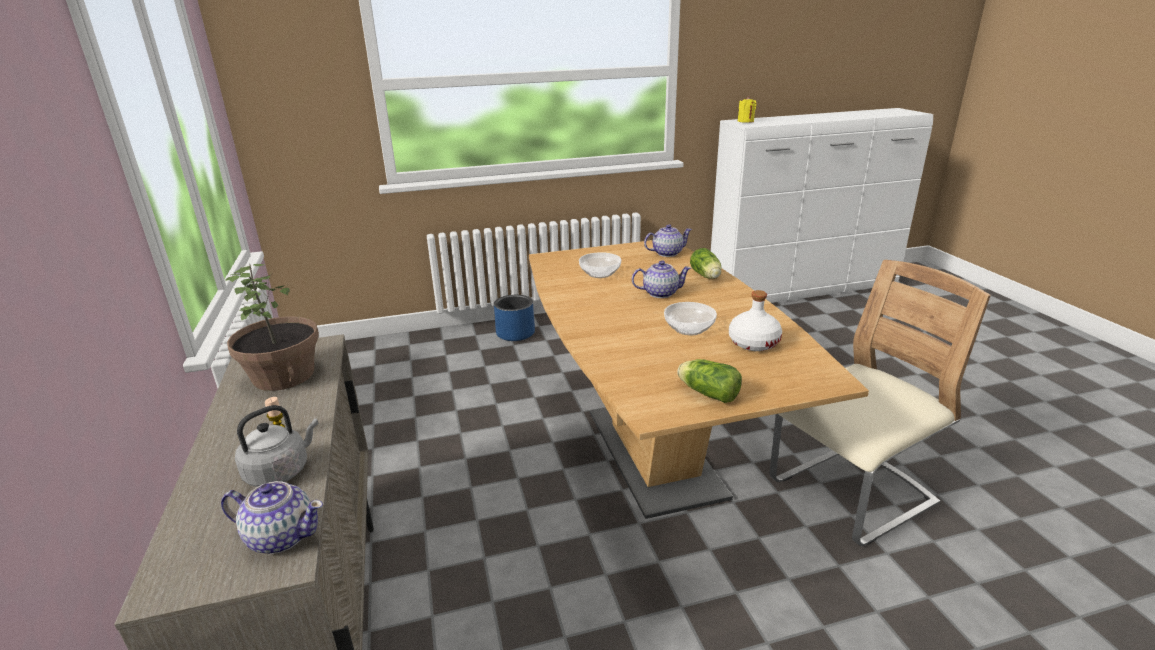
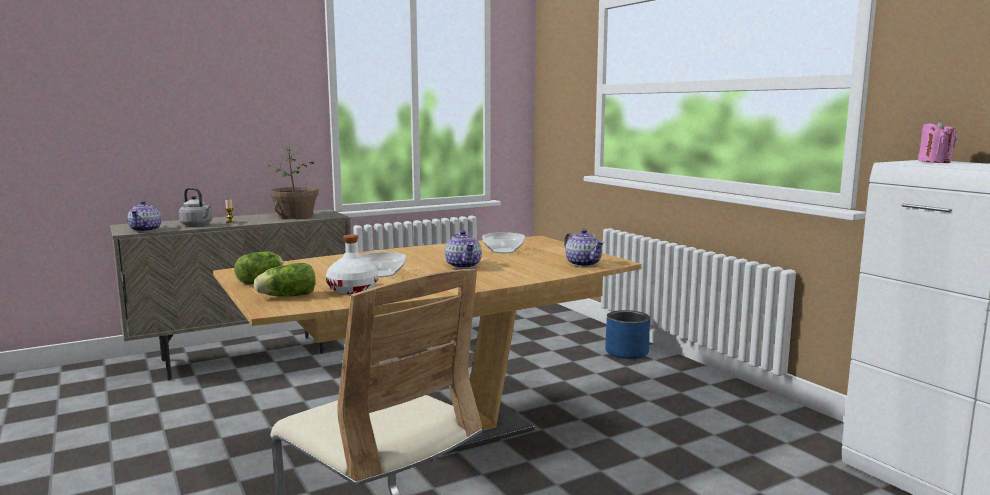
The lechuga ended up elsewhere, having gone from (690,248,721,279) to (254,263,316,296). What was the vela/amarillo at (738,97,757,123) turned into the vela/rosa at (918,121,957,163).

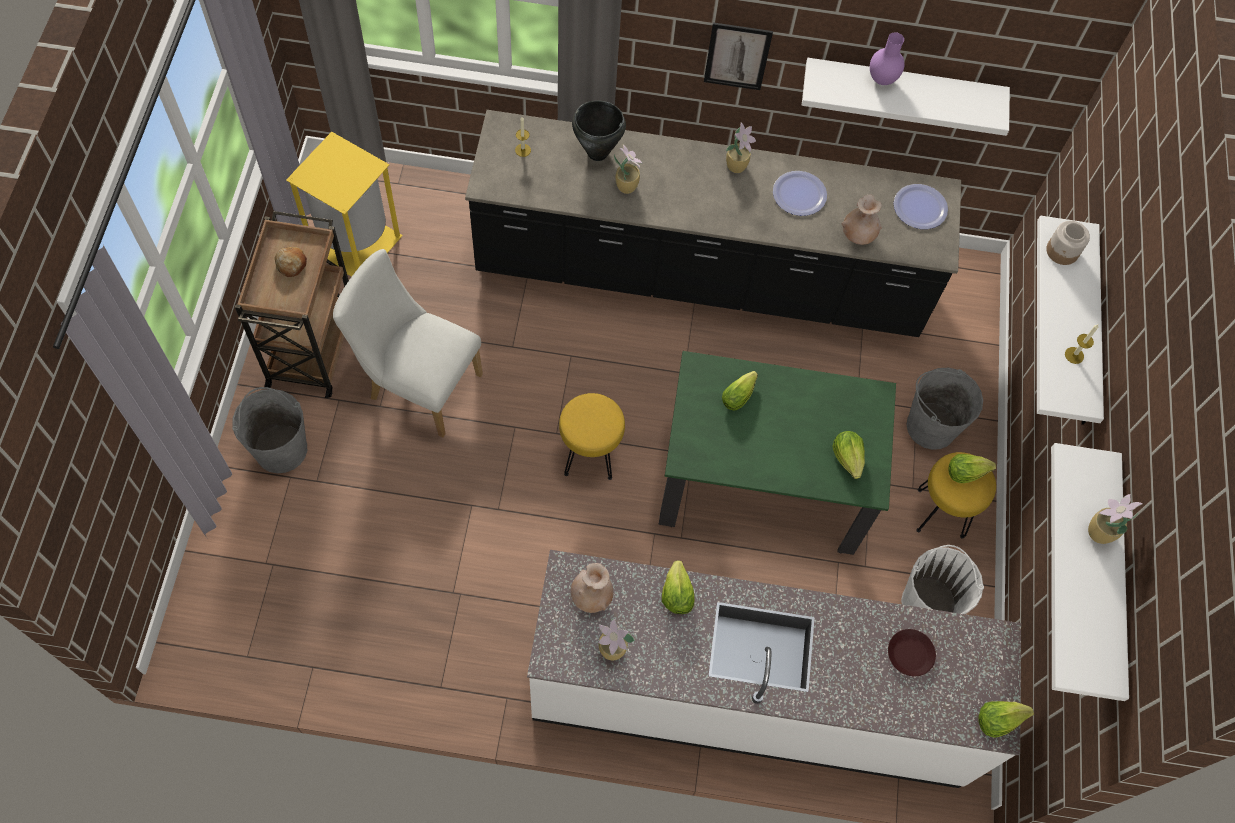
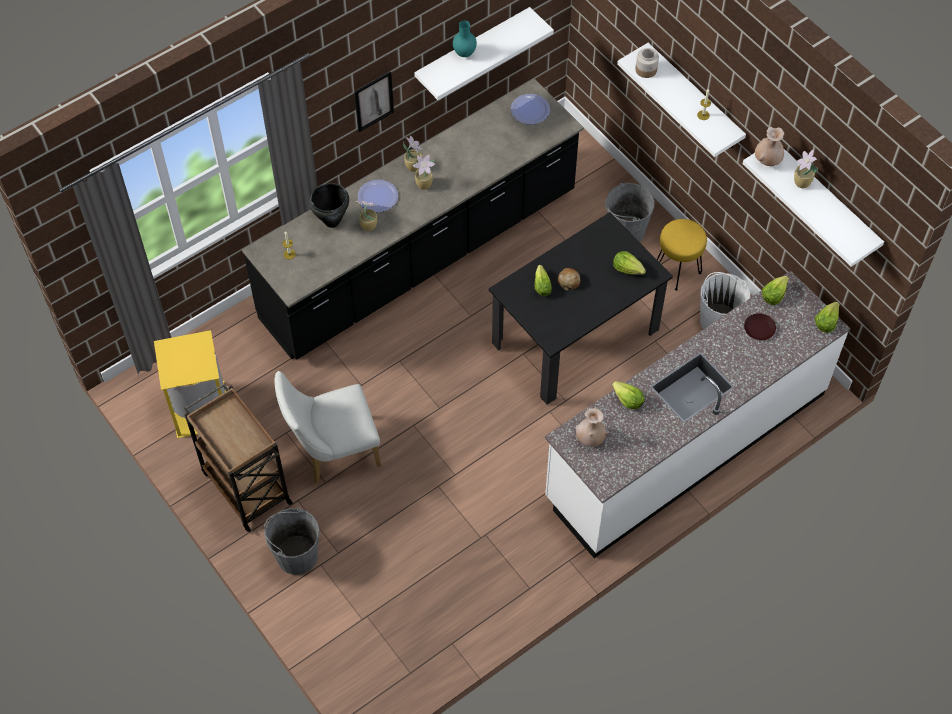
The plato ended up elsewhere, having gone from (773,171,827,216) to (358,180,398,212). The planta en maceta ended up elsewhere, having gone from (598,619,635,660) to (412,155,435,190). What was the florero/morado at (870,32,905,85) turned into the florero/turquesa at (453,21,477,57). What was the mesa de comedor/verde at (659,351,896,555) turned into the mesa de comedor/negro at (489,212,673,405). The pan ended up elsewhere, having gone from (275,247,307,277) to (558,268,580,290). The florero/beis ended up elsewhere, having gone from (841,195,882,245) to (755,127,784,166). The lechuga ended up elsewhere, having gone from (949,454,996,483) to (762,276,789,305). The second view lost the taburete/amarillo at (559,393,625,480).

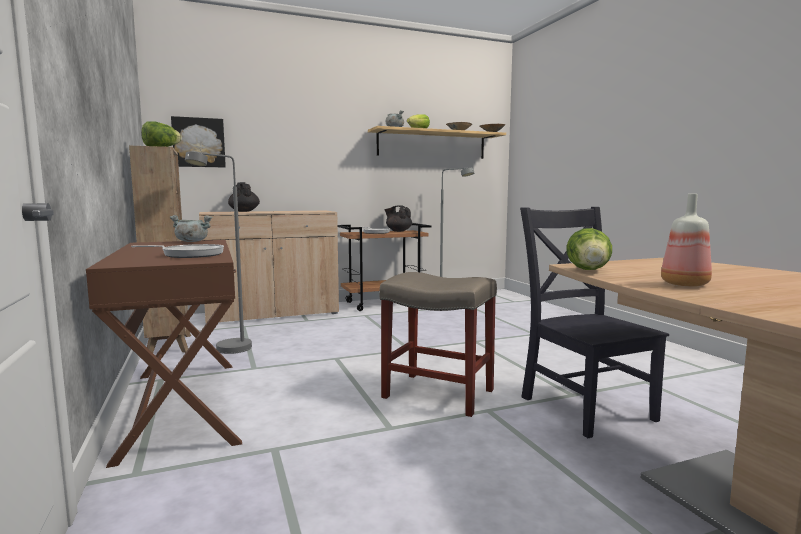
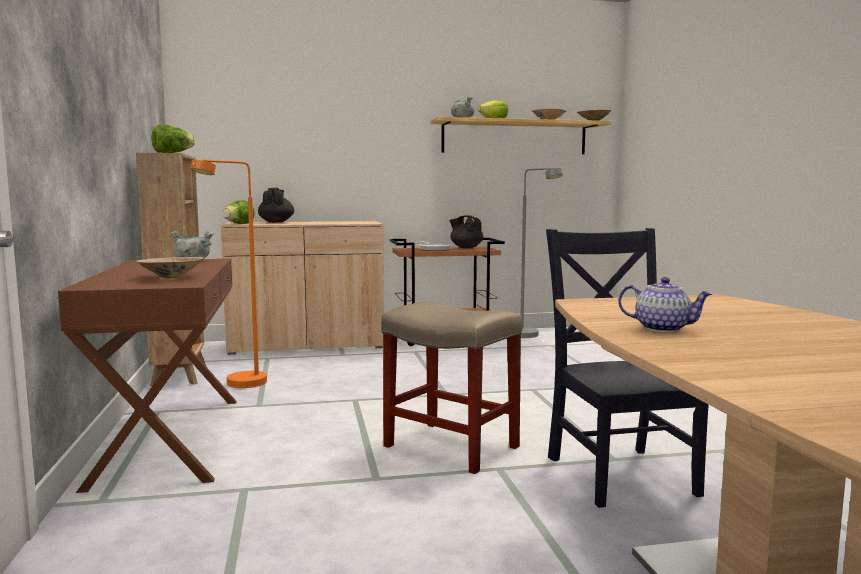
Where the sartén stood at (131,244,224,258), the cuenco/beis came to stand at (136,257,203,278). What was the lámpara de pie/gris at (185,152,252,354) turned into the lámpara de pie/naranja at (191,160,267,388). The lechuga ended up elsewhere, having gone from (566,228,612,270) to (223,200,255,224). Where the botella stood at (661,194,712,287), the tetera came to stand at (618,277,712,332). The second view lost the cuadro at (171,116,226,168).

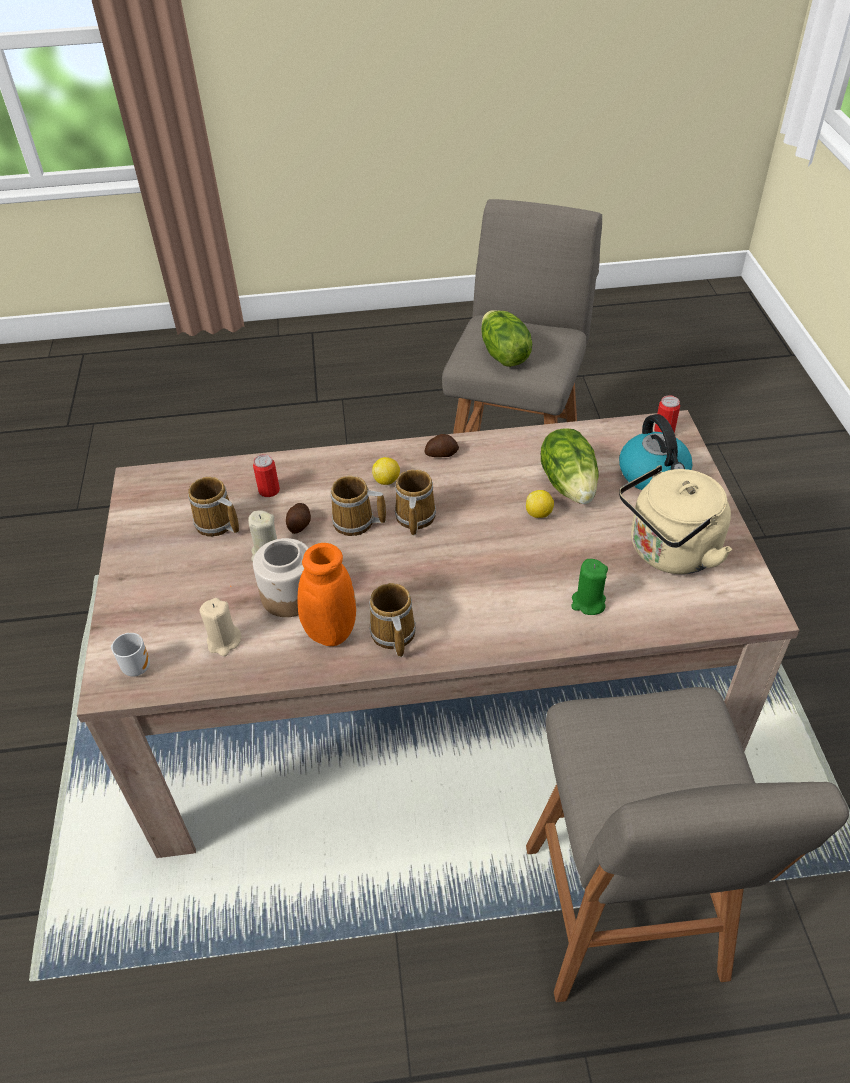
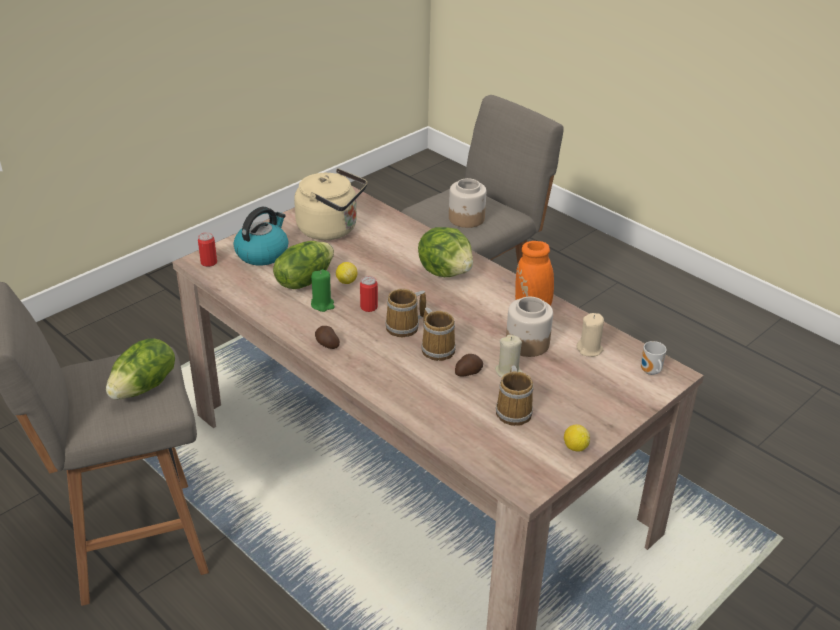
The vela/verde ended up elsewhere, having gone from (571,559,608,615) to (311,269,335,312). The lata ended up elsewhere, having gone from (253,454,280,497) to (360,276,378,312). The second view gained the lechuga at (418,227,473,277). The second view gained the tarro at (449,178,486,228). The limón ended up elsewhere, having gone from (372,457,400,485) to (564,424,590,452). The second view lost the taza grande at (369,583,416,657).

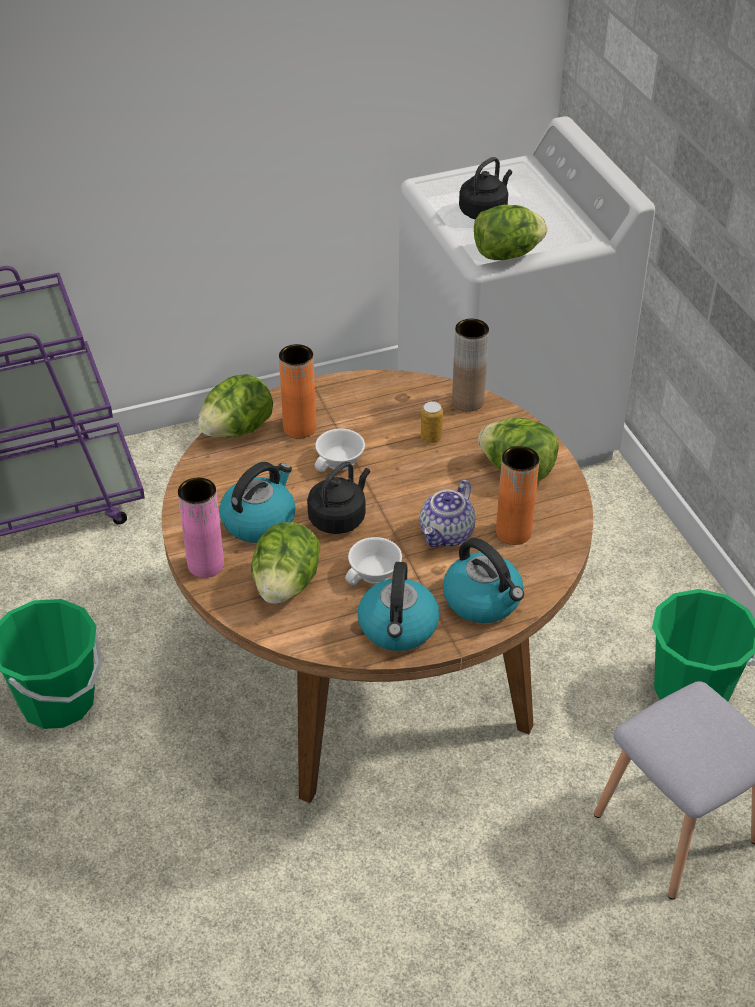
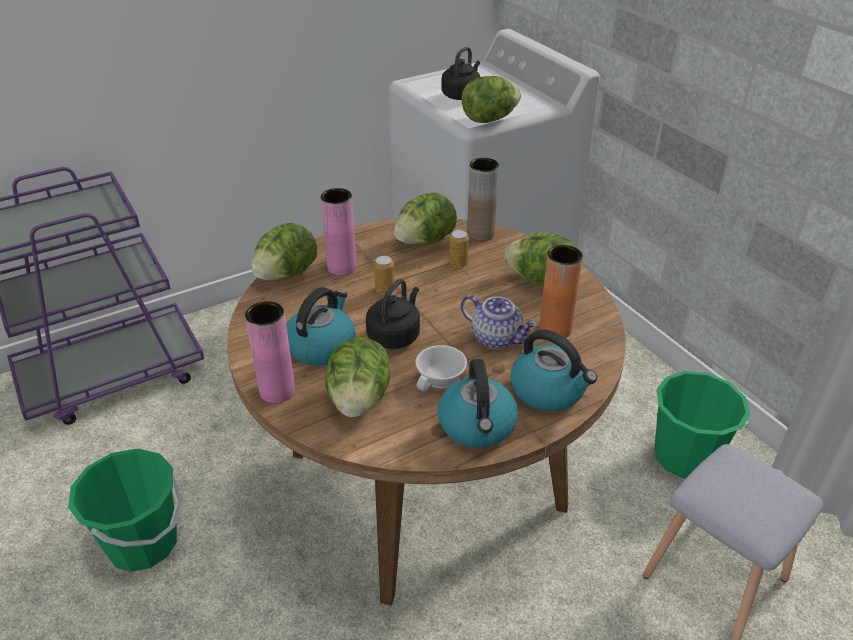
What was the florero/naranja at (279,344,316,439) turned into the florero/rosa at (321,188,357,276). Where the taza/blanco stood at (315,429,365,472), the lata came to stand at (374,255,394,295). The second view gained the lechuga at (394,193,457,246). The tetera at (420,480,476,547) ended up facing another way, 75 degrees counterclockwise from before.

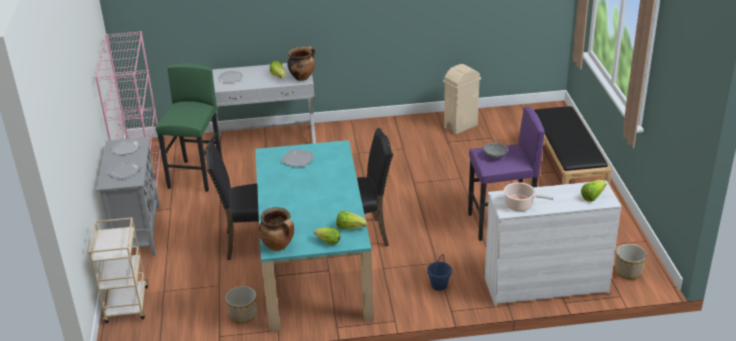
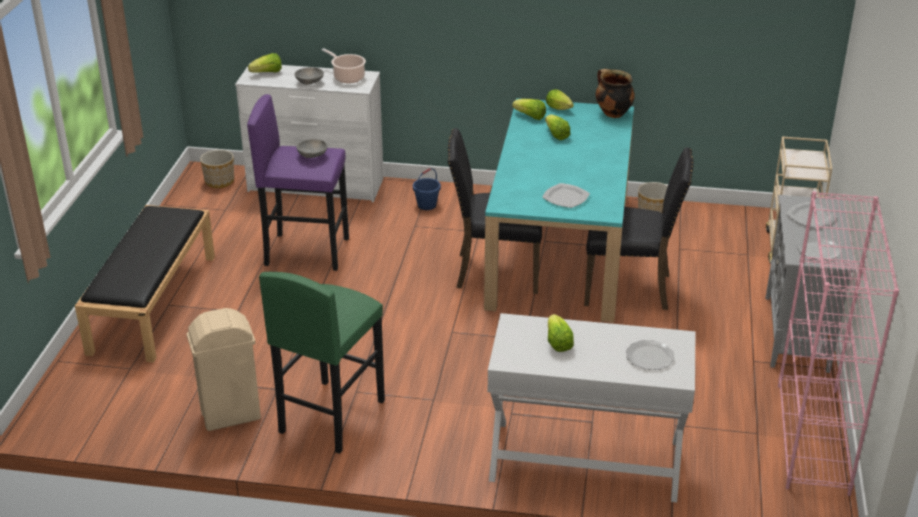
The taburete/verde ended up elsewhere, having gone from (156,63,223,192) to (259,272,385,454). The second view gained the cuenco/gris at (294,67,324,85). The second view gained the lechuga at (545,114,570,140). The second view lost the olla at (287,46,315,81).

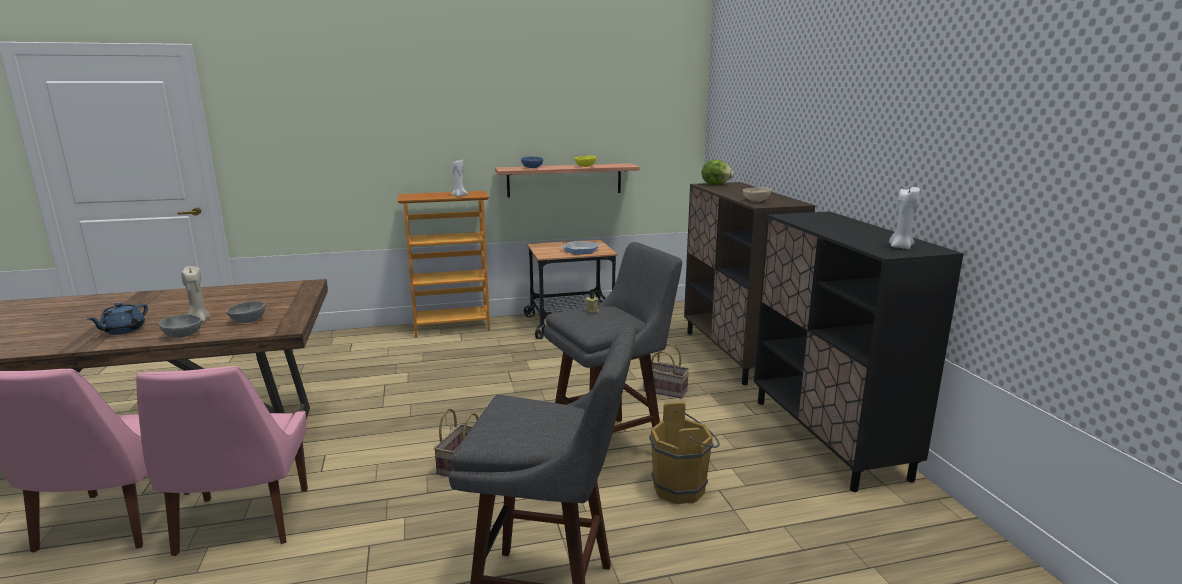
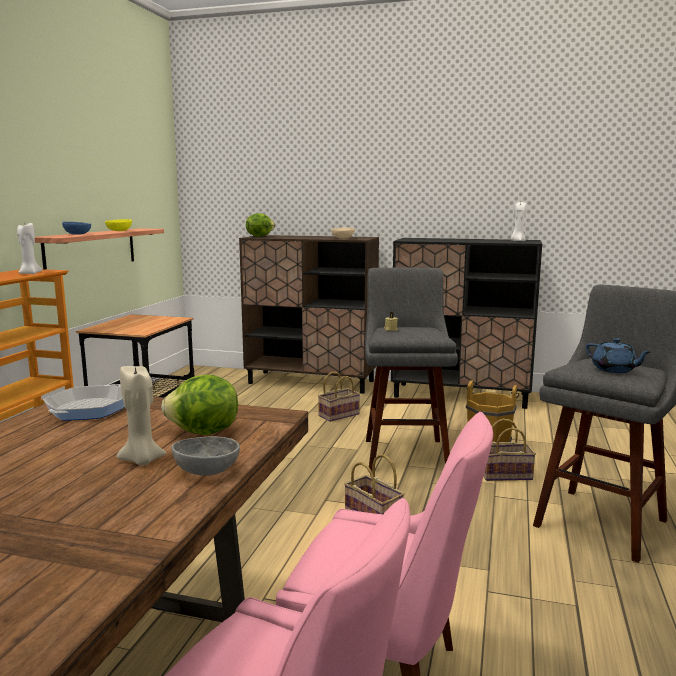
The sartén ended up elsewhere, having gone from (561,241,601,254) to (43,384,124,421). Where the cuenco/gris stood at (227,301,265,323), the lechuga came to stand at (161,375,238,435). The second view gained the cesta at (483,419,536,481). The tetera/azul ended up elsewhere, having gone from (88,302,148,335) to (586,338,652,373).

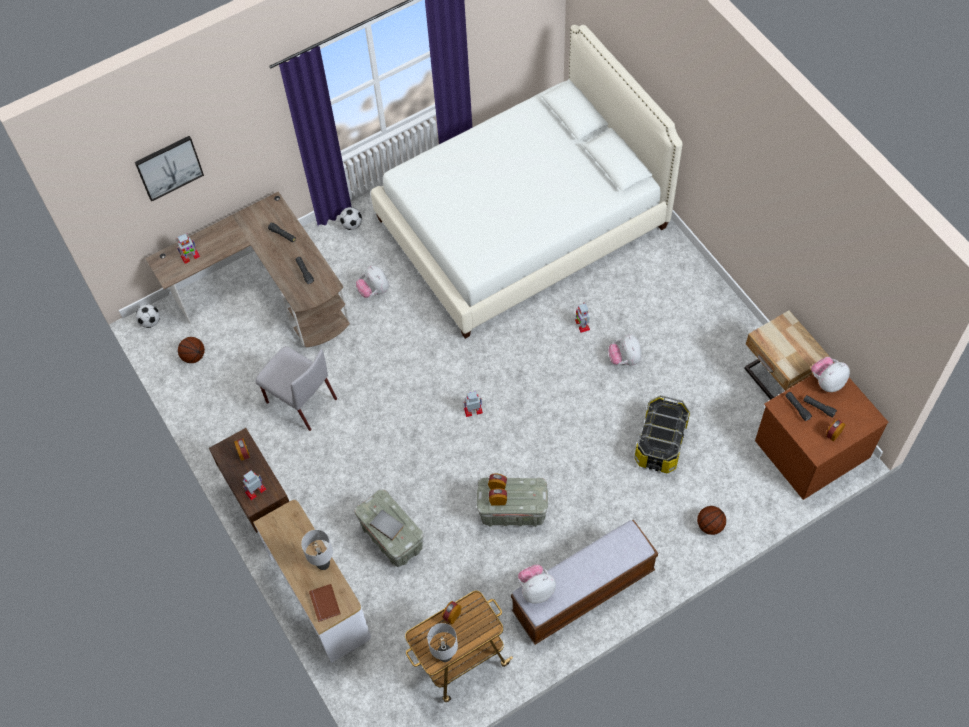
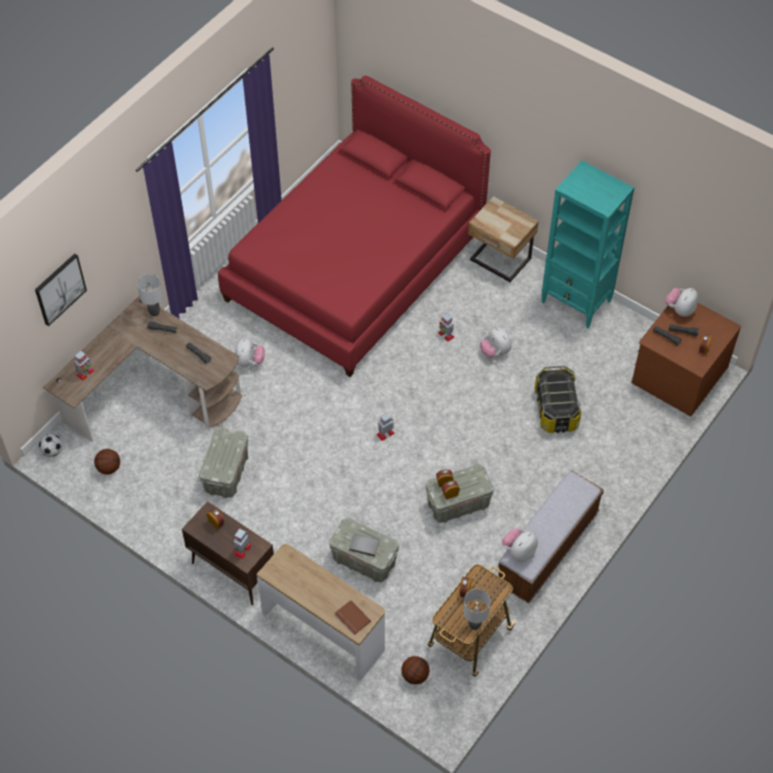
The lámpara de mesa/gris ended up elsewhere, having gone from (301,530,333,570) to (137,274,163,316). Where the silla/gris stood at (256,346,337,431), the caja de almacenaje/gris came to stand at (199,427,248,498). What was the cama/blanco at (371,25,683,339) turned into the cama/rojo at (218,76,491,377). The peluche at (356,266,389,298) ended up facing another way, 120 degrees counterclockwise from before. The balón de baloncesto ended up elsewhere, having gone from (697,506,726,535) to (401,656,429,684). The mesita de noche/beis ended up elsewhere, having gone from (744,310,830,400) to (468,196,539,282). The second view gained the estantería/turquesa at (541,160,635,328). The second view lost the balón de fútbol at (339,207,362,230).

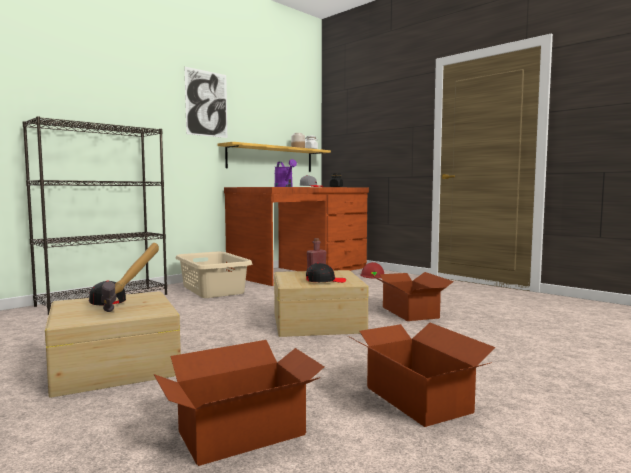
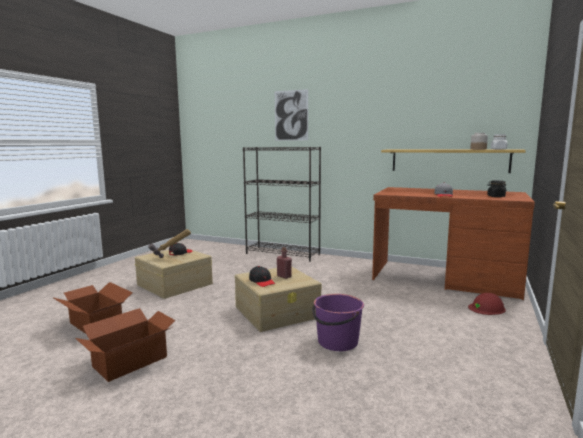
The cuadro ended up elsewhere, having gone from (185,67,227,138) to (275,89,308,141). Where the caja de cartón stood at (372,272,454,321), the cubo/morado came to stand at (312,294,364,351). The second view lost the cesto de la ropa/beis at (175,252,252,298). The second view lost the regadera/morado at (274,159,297,187).

